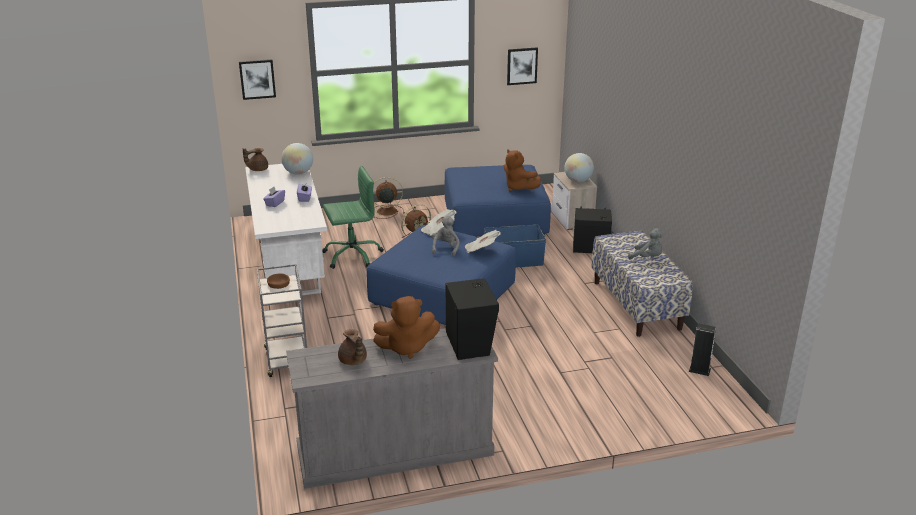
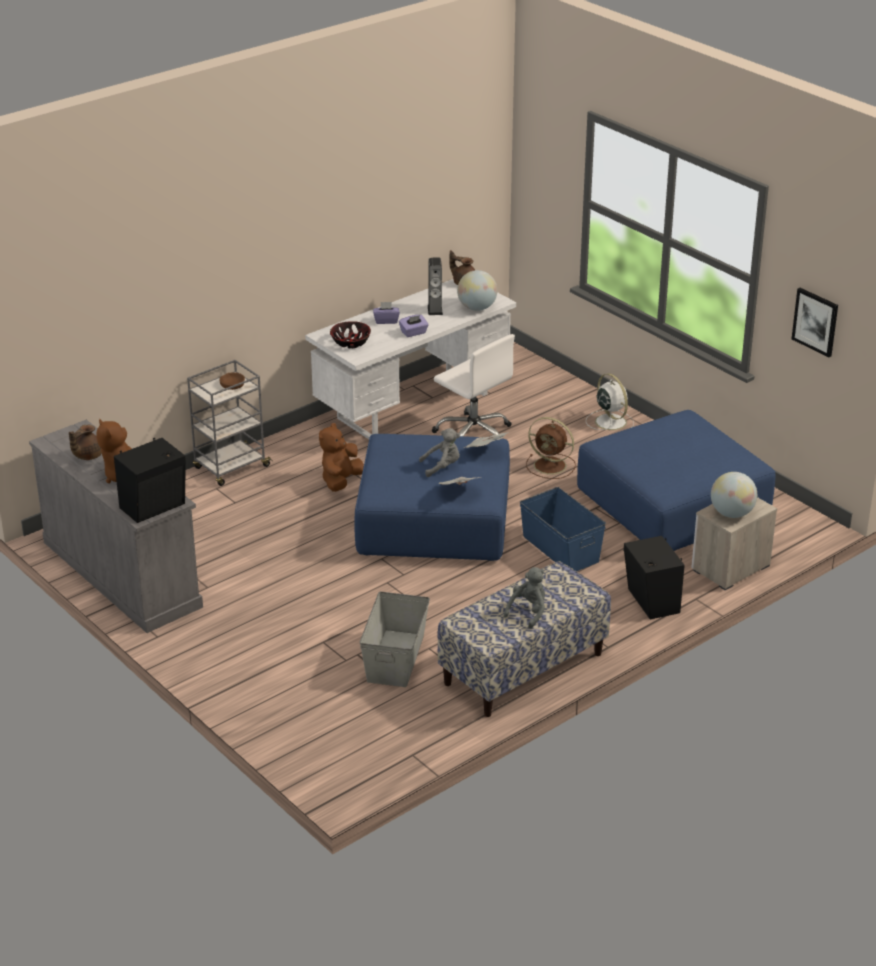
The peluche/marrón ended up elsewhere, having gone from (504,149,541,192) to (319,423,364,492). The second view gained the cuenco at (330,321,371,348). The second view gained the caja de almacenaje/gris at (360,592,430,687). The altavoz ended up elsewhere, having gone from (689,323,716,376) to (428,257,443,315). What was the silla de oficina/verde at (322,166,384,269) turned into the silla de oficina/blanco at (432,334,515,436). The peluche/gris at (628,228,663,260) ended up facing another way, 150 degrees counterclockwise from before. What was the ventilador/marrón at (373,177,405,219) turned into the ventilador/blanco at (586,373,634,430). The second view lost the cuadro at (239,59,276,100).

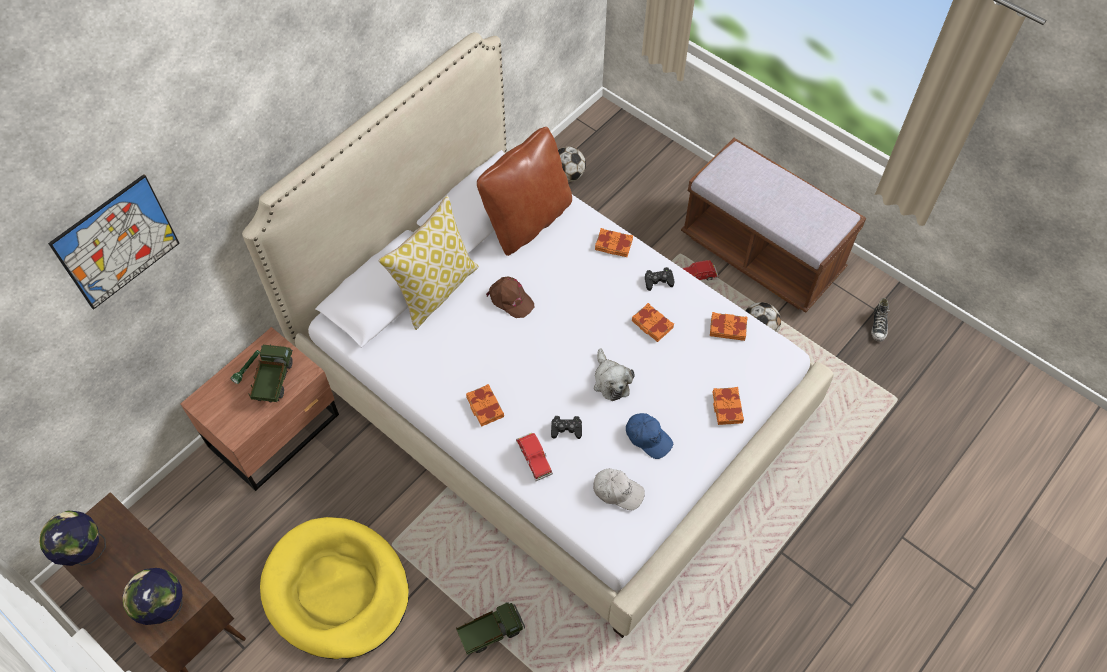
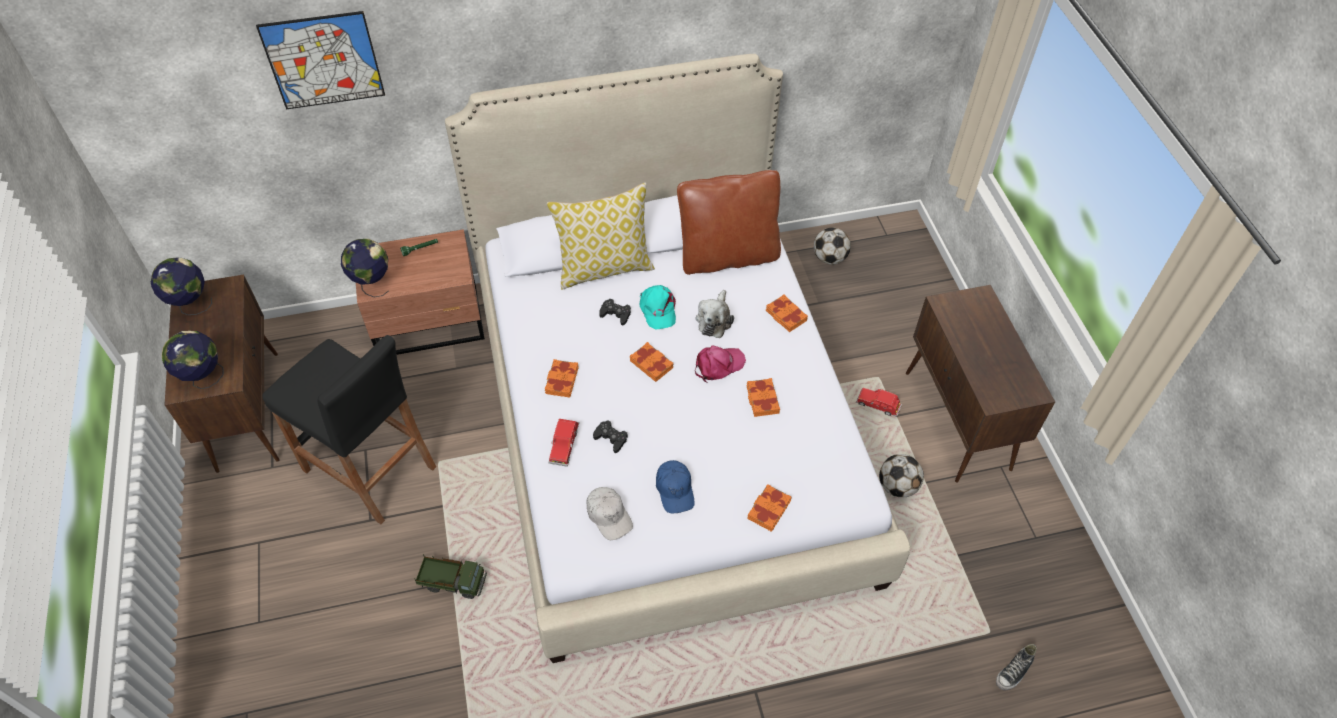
Where the cama para perro/amarillo stood at (260,517,409,659), the taburete/negro came to stand at (262,335,436,524). The second view gained the globo terráqueo at (341,239,388,297). The mando de consola/negro ended up elsewhere, having gone from (645,267,674,291) to (599,299,631,326). The libro/naranja ended up elsewhere, having gone from (710,312,748,341) to (630,342,673,382). What was the gorra/marrón at (486,276,534,318) turned into the gorra/turquesa at (639,285,676,330). The peluche ended up elsewhere, having gone from (594,348,635,401) to (695,290,734,338). The second view gained the gorra/rosa at (695,345,746,383). Where the banco/marrón stood at (681,138,866,313), the armario/marrón came to stand at (906,285,1055,483). The zapato ended up elsewhere, having gone from (871,298,890,342) to (996,644,1037,690). The second view lost the camión de juguete at (248,345,293,402).

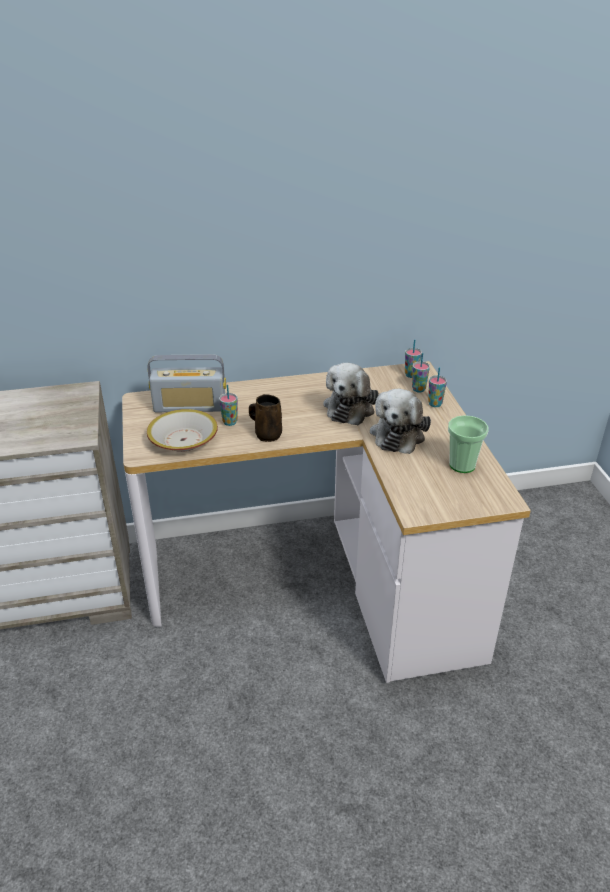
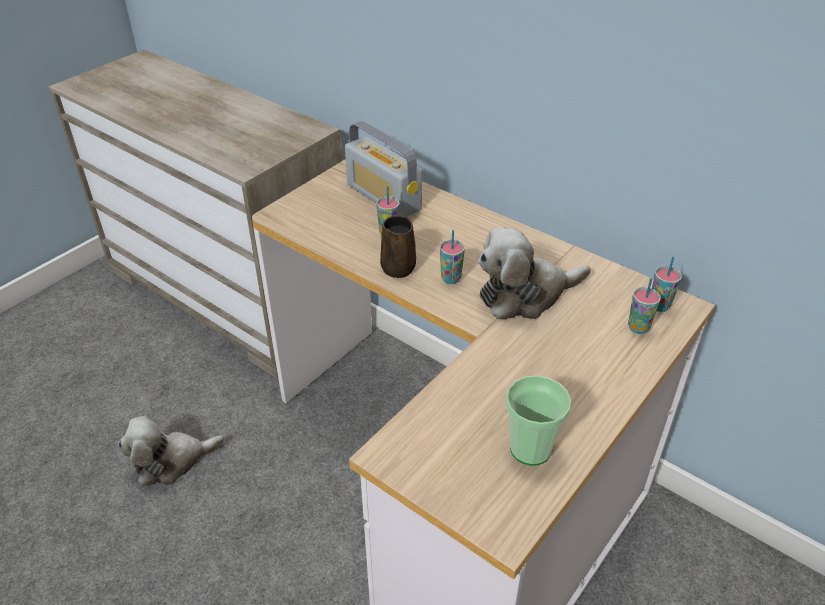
The peluche ended up elsewhere, having gone from (370,389,431,454) to (118,416,224,486). The taza ended up elsewhere, having gone from (428,367,447,407) to (440,230,465,284). The second view lost the cuenco at (147,409,218,452).

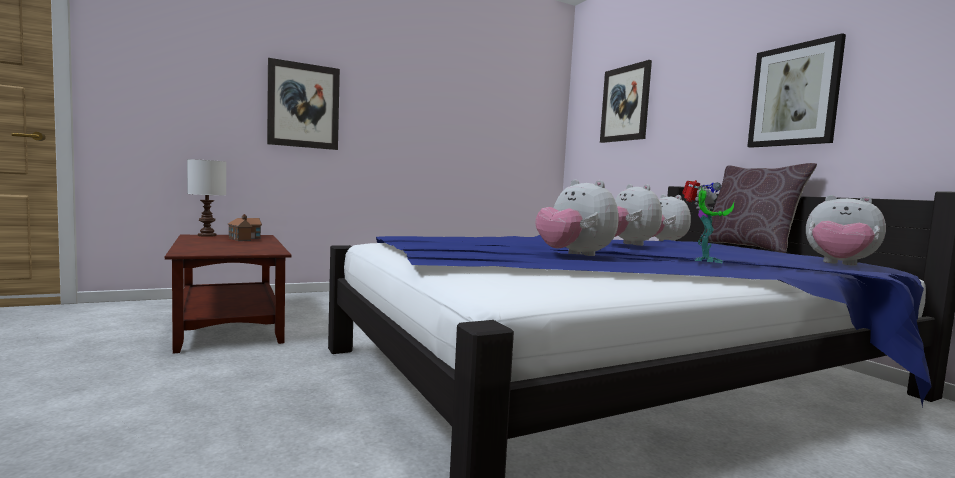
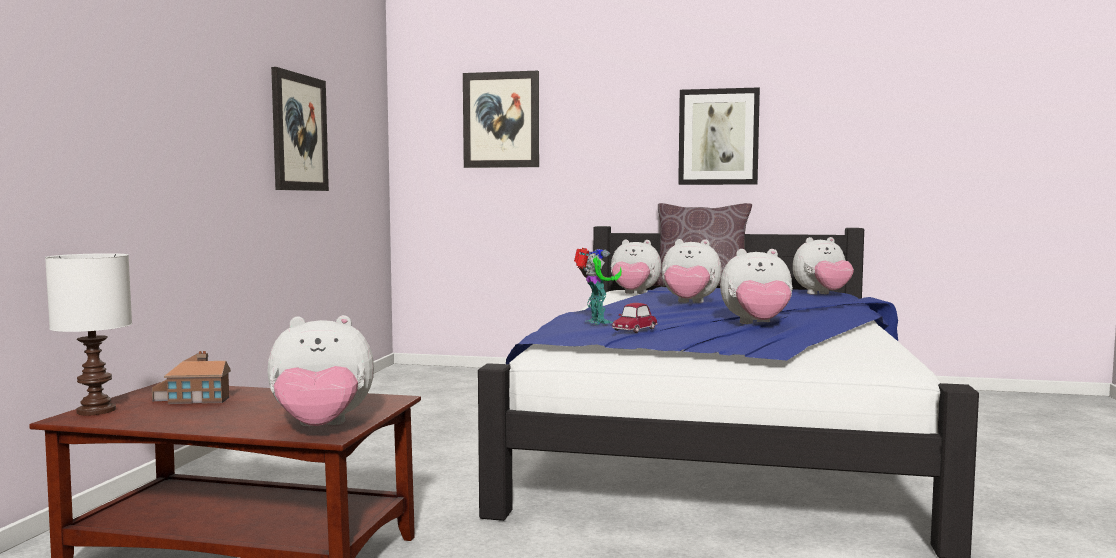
The second view gained the peluche at (267,315,374,426). The cuadro ended up elsewhere, having gone from (267,58,340,150) to (271,67,329,191). The robot de juguete ended up elsewhere, having gone from (682,180,734,263) to (574,248,622,325). The second view gained the coche de juguete at (612,303,658,333).

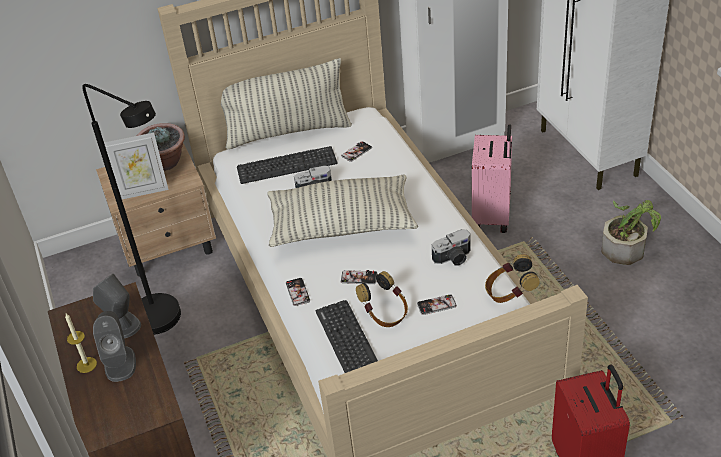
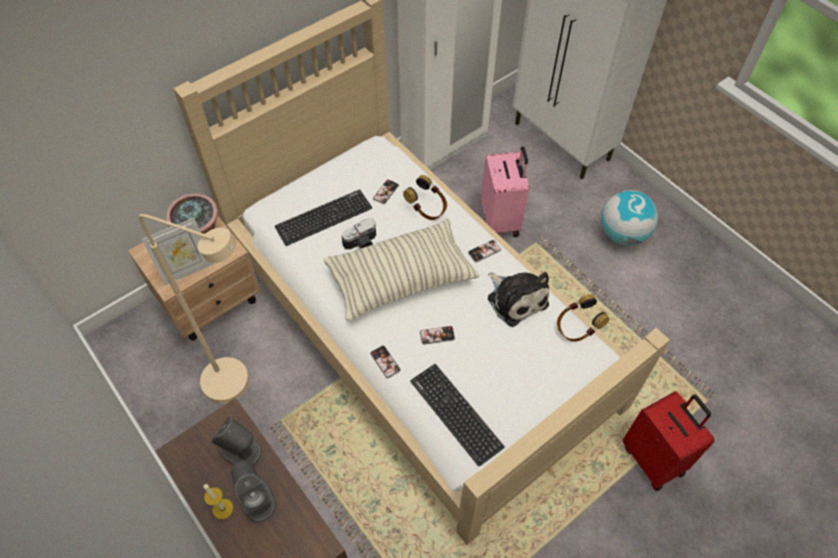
What was the lámpara de pie/negro at (82,84,181,335) turned into the lámpara de pie/beis at (138,214,249,403). The auriculares ended up elsewhere, having gone from (356,271,408,327) to (403,175,447,220). The móvil ended up elsewhere, having gone from (417,294,457,315) to (468,240,501,262). Where the cámara stood at (432,229,471,266), the peluche came to stand at (488,272,549,327). Where the planta en maceta stood at (602,200,661,265), the globo terráqueo came to stand at (601,190,658,245). The second view lost the cojín at (221,58,352,149).

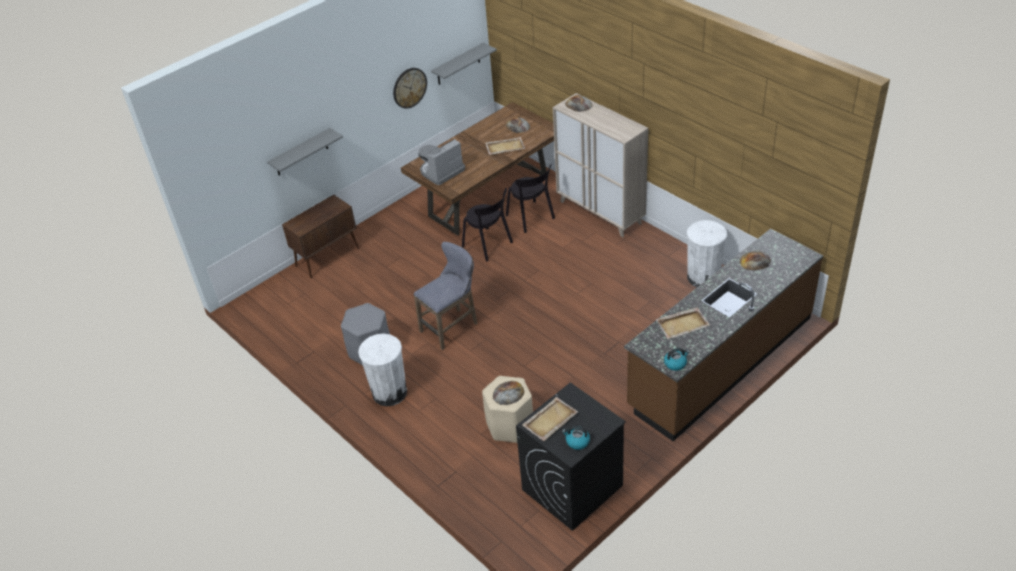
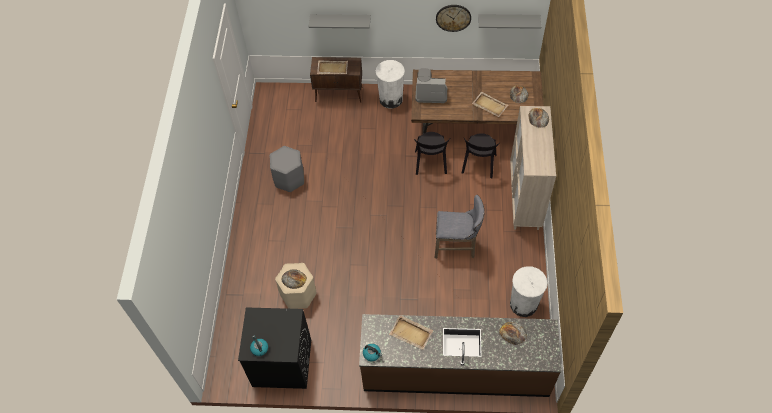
The bandeja/beis ended up elsewhere, having gone from (522,397,578,441) to (317,60,348,74). The papelera/blanco ended up elsewhere, having gone from (358,333,407,406) to (376,60,405,109). The taburete/gris ended up elsewhere, having gone from (414,242,478,350) to (435,195,485,258).

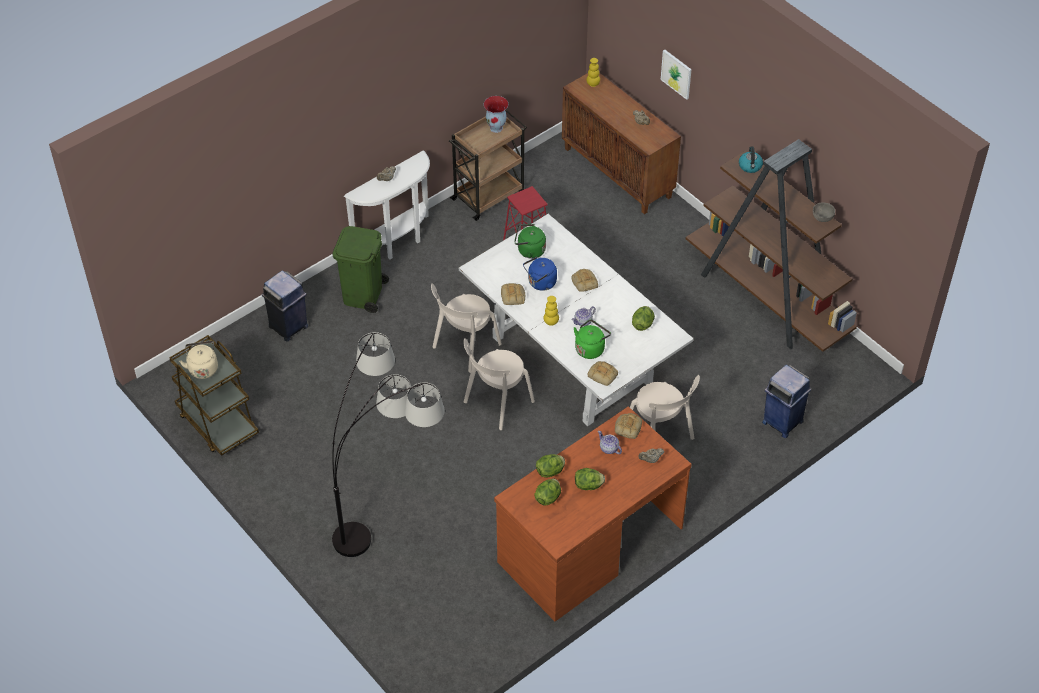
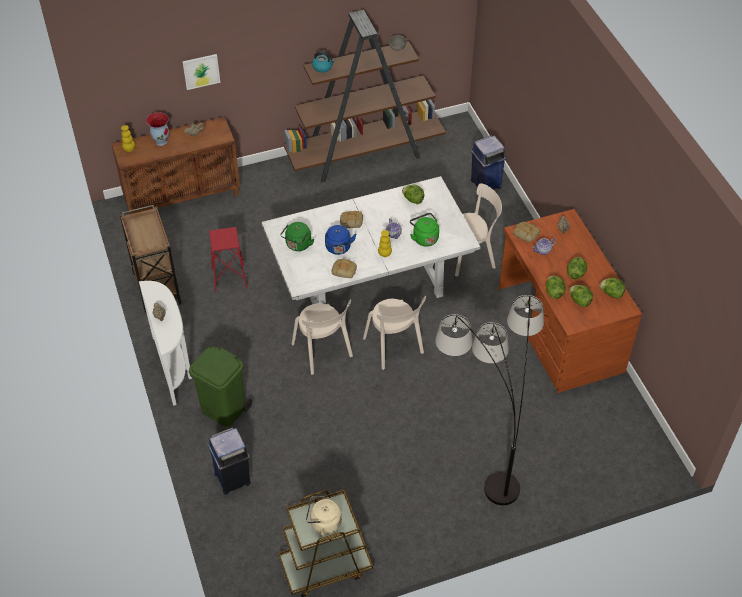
The florero ended up elsewhere, having gone from (484,96,508,133) to (146,112,169,146). The second view gained the lechuga at (599,278,626,299). The second view lost the pan at (588,361,618,386).

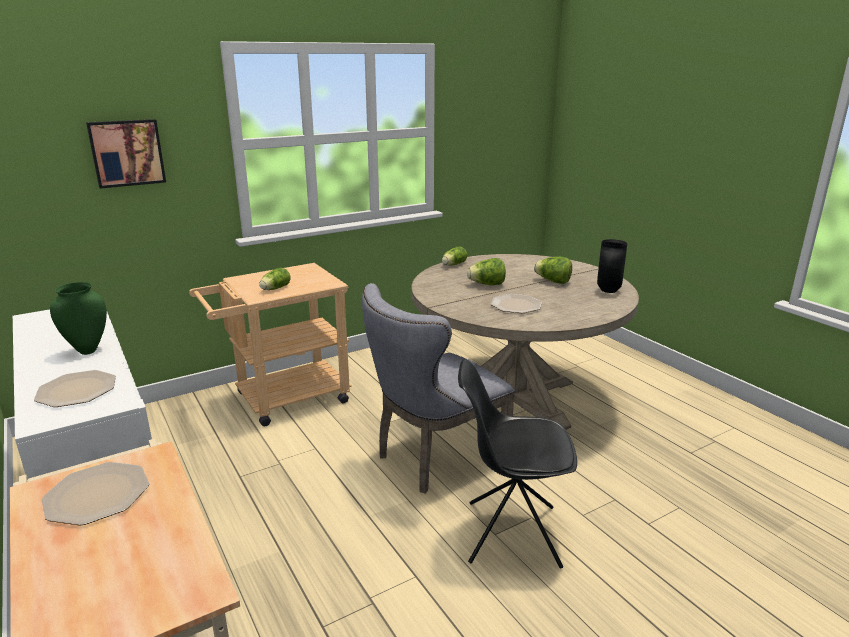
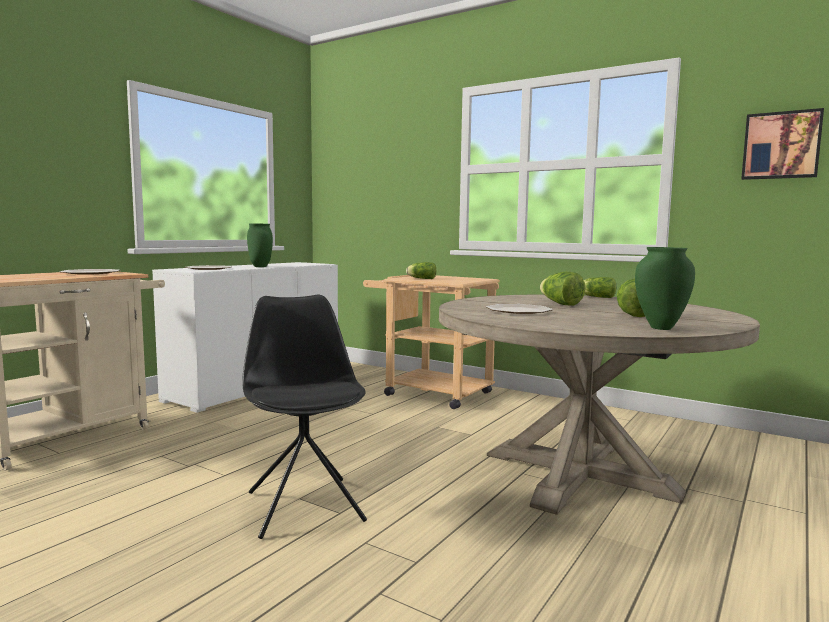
What was the florero/negro at (597,239,627,293) turned into the florero/verde at (635,247,695,330). The cuadro ended up elsewhere, having gone from (86,119,166,189) to (741,108,824,180). The second view lost the silla/gris at (362,283,515,494).

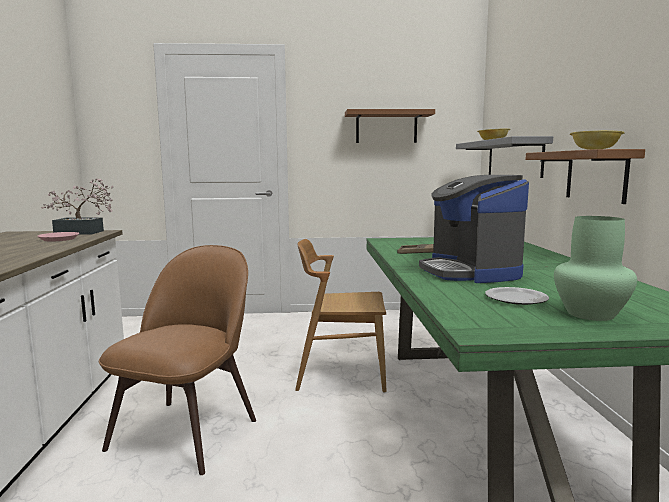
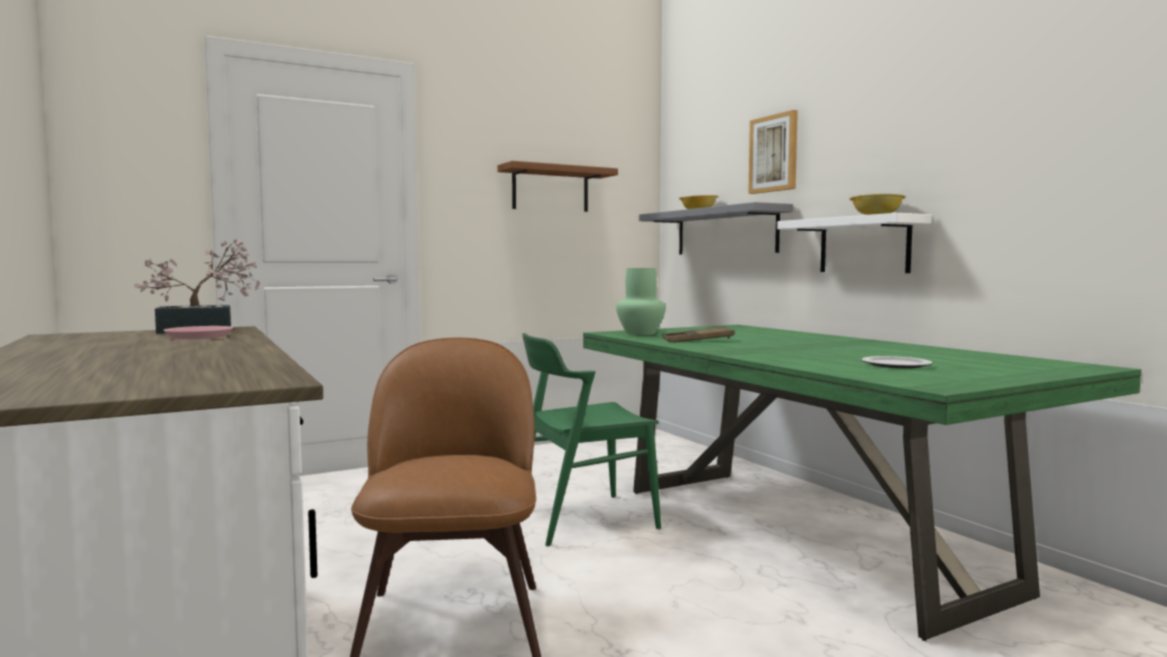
What was the silla/marrón at (295,239,386,393) turned into the silla/verde at (523,333,661,547). The florero/verde ended up elsewhere, having gone from (554,216,637,321) to (616,268,666,335). The second view gained the cuadro at (748,110,798,194). What was the estante/marrón at (525,149,645,204) turned into the estante/blanco at (777,213,932,273). The second view lost the cafetera at (419,175,529,283).

